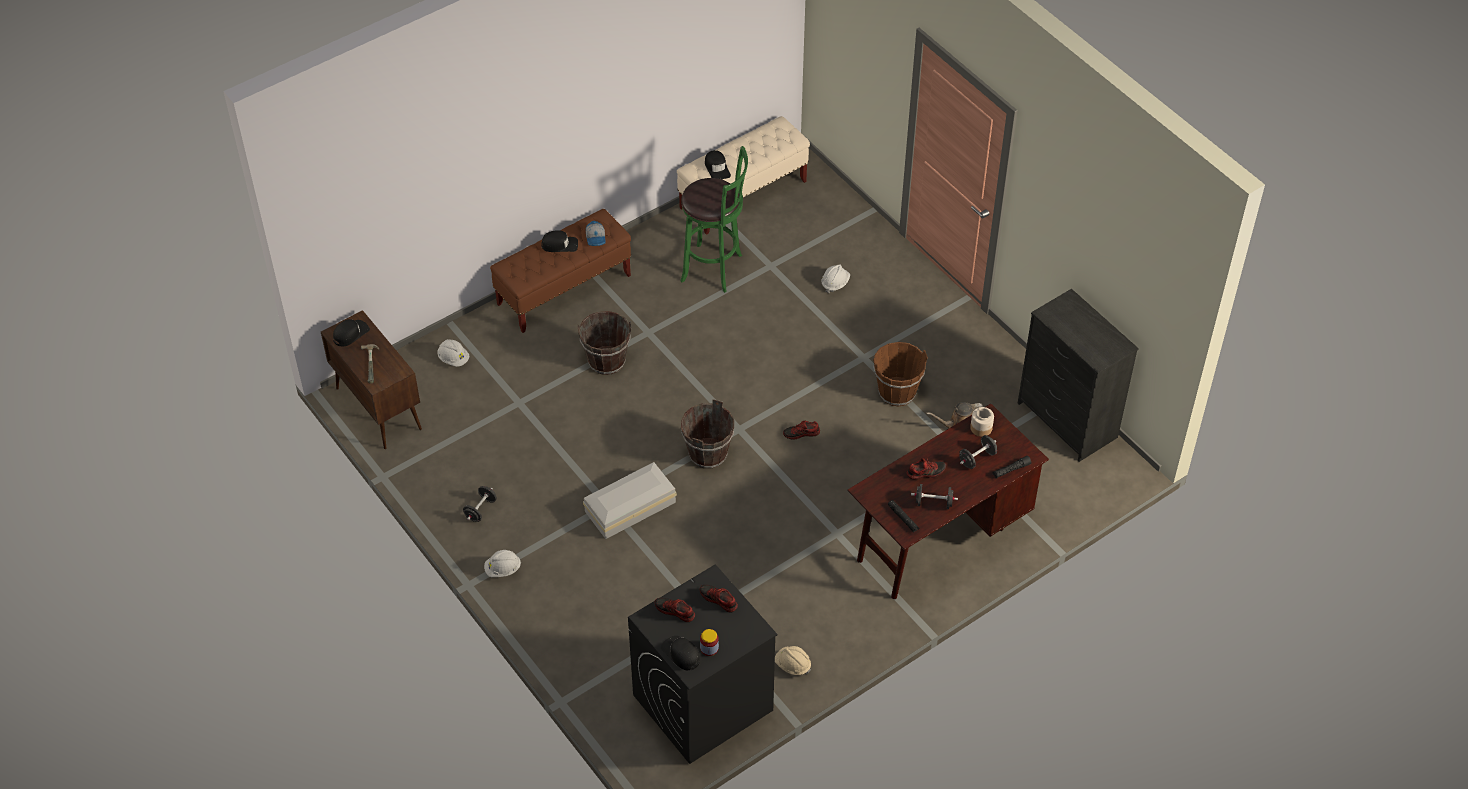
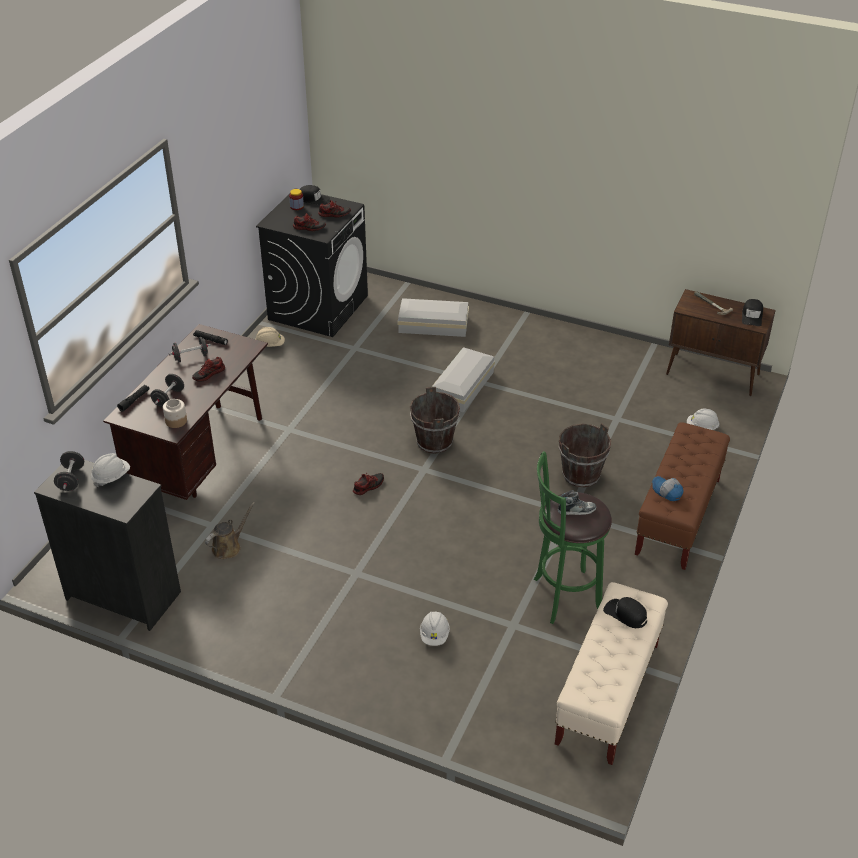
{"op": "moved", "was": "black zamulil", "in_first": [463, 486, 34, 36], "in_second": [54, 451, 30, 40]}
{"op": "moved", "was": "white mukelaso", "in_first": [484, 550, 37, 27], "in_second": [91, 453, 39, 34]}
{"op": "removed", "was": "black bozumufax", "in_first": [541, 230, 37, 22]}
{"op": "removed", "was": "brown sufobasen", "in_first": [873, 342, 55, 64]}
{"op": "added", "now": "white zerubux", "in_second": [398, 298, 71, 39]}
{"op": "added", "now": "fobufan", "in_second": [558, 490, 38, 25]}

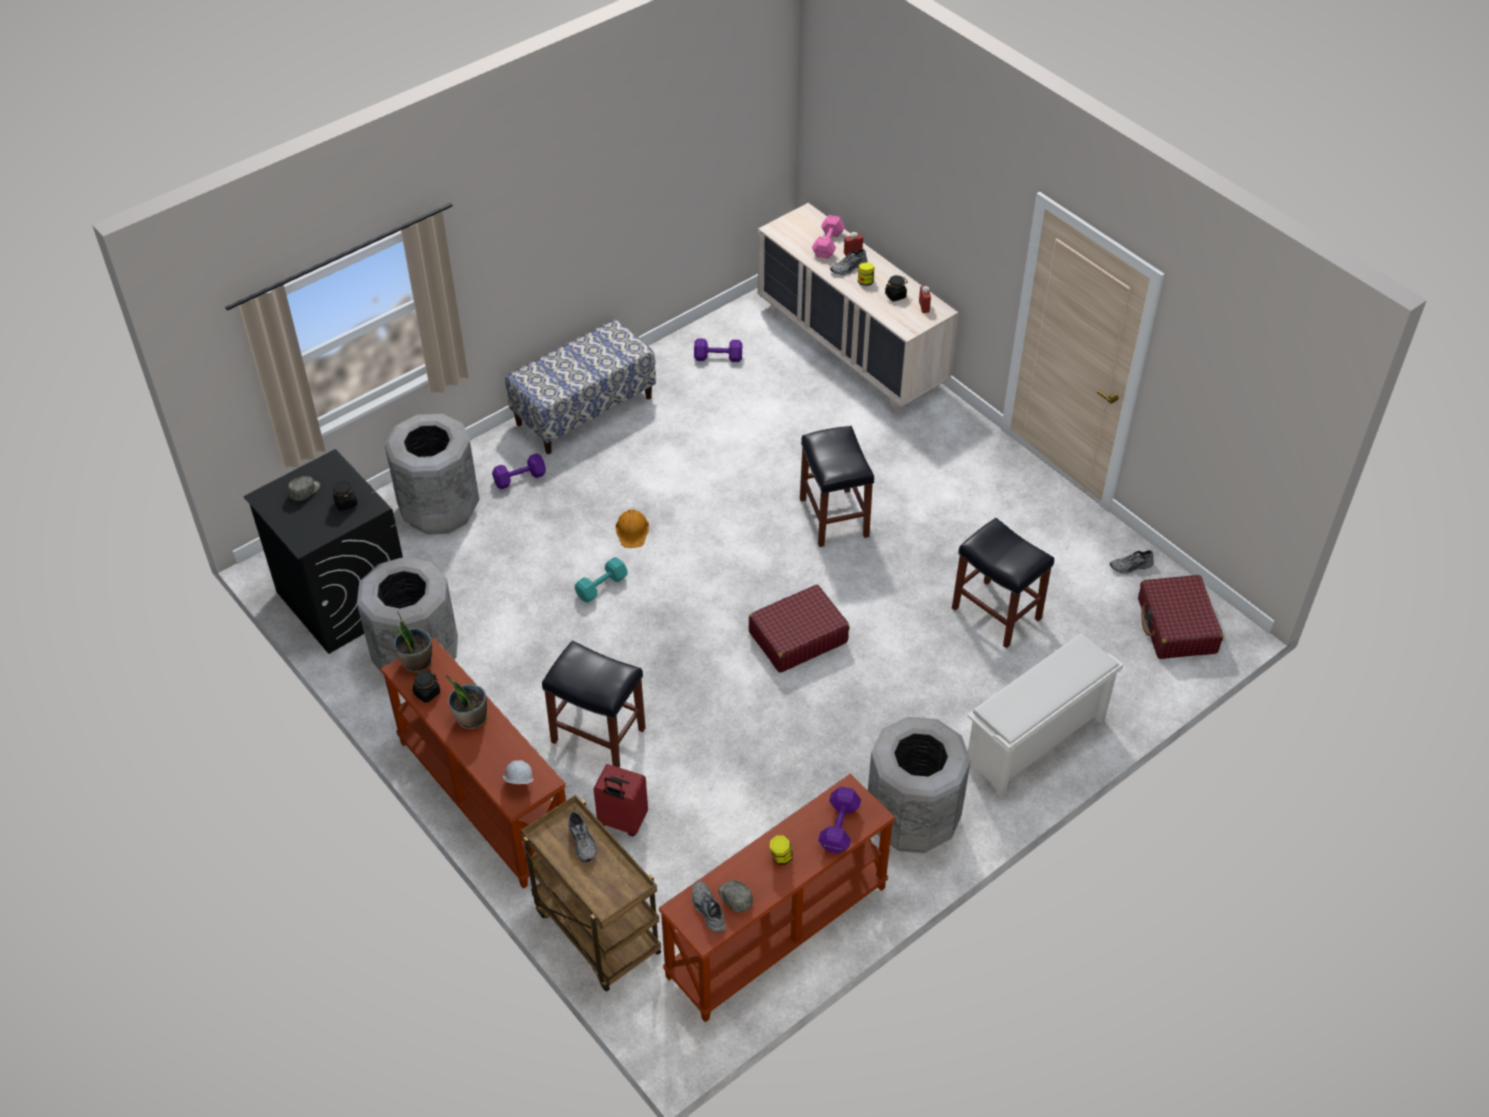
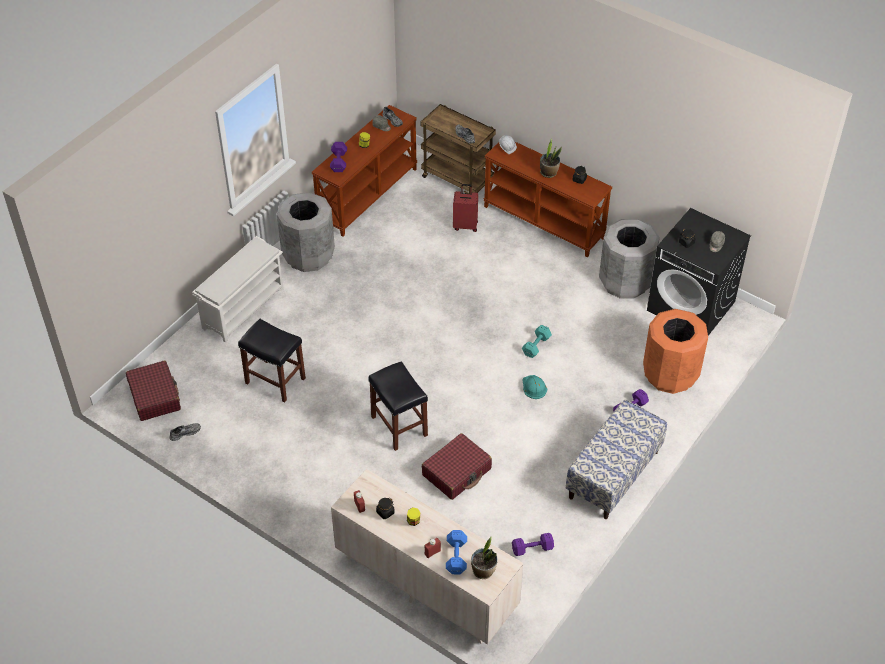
{"op": "recoloured", "was": "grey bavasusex", "now": "orange bavasusex", "in_first": [384, 414, 95, 121], "in_second": [643, 309, 65, 85]}
{"op": "moved", "was": "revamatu", "in_first": [393, 612, 39, 61], "in_second": [471, 536, 27, 43]}
{"op": "removed", "was": "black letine", "in_first": [542, 641, 104, 127]}
{"op": "recoloured", "was": "orange mukelaso", "now": "turquoise mukelaso", "in_first": [616, 509, 33, 39], "in_second": [522, 375, 25, 24]}
{"op": "moved", "was": "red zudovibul", "in_first": [749, 584, 100, 89], "in_second": [422, 433, 70, 67]}
{"op": "recoloured", "was": "pink zamulil", "now": "blue zamulil", "in_first": [812, 215, 33, 44], "in_second": [446, 530, 21, 45]}
{"op": "removed", "was": "grey fobufan", "in_first": [830, 249, 38, 26]}

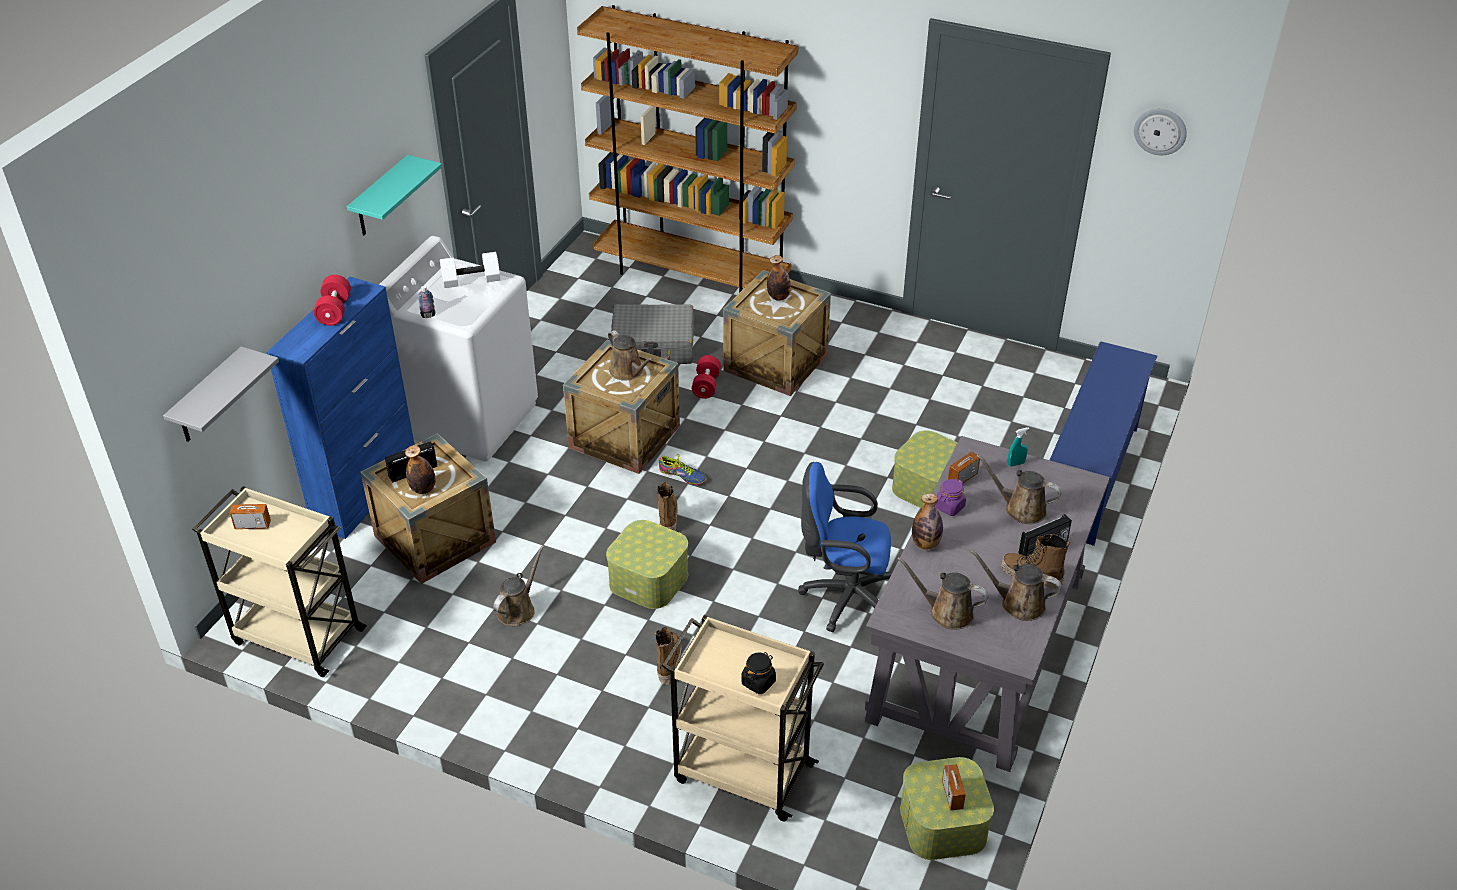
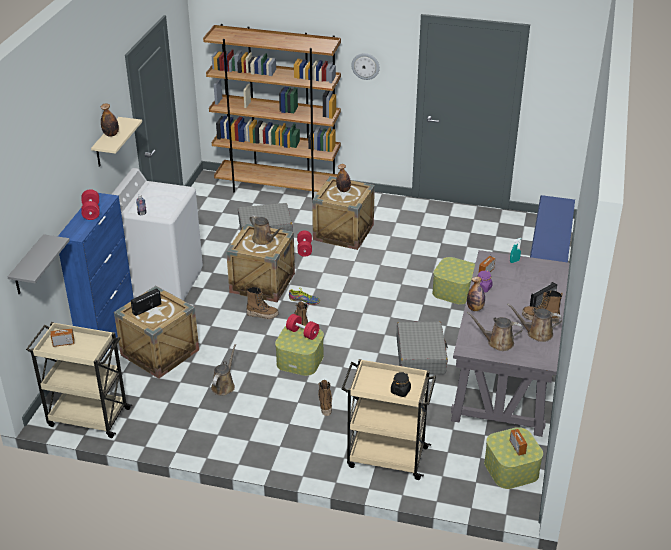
{"op": "recoloured", "was": "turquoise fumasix", "now": "beige fumasix", "in_first": [347, 155, 95, 80], "in_second": [91, 117, 51, 50]}
{"op": "moved", "was": "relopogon", "in_first": [405, 445, 31, 49], "in_second": [101, 103, 18, 34]}
{"op": "removed", "was": "white zamulil", "in_first": [440, 252, 60, 36]}
{"op": "replaced", "was": "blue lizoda", "now": "grey zudovibul", "in_first": [798, 462, 94, 170], "in_second": [397, 321, 51, 54]}
{"op": "removed", "was": "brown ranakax", "in_first": [977, 455, 85, 69]}
{"op": "moved", "was": "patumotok", "in_first": [1134, 109, 53, 46], "in_second": [351, 53, 29, 27]}
{"op": "added", "now": "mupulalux", "in_second": [246, 287, 33, 32]}
{"op": "added", "now": "red zamulil", "in_second": [286, 314, 33, 26]}

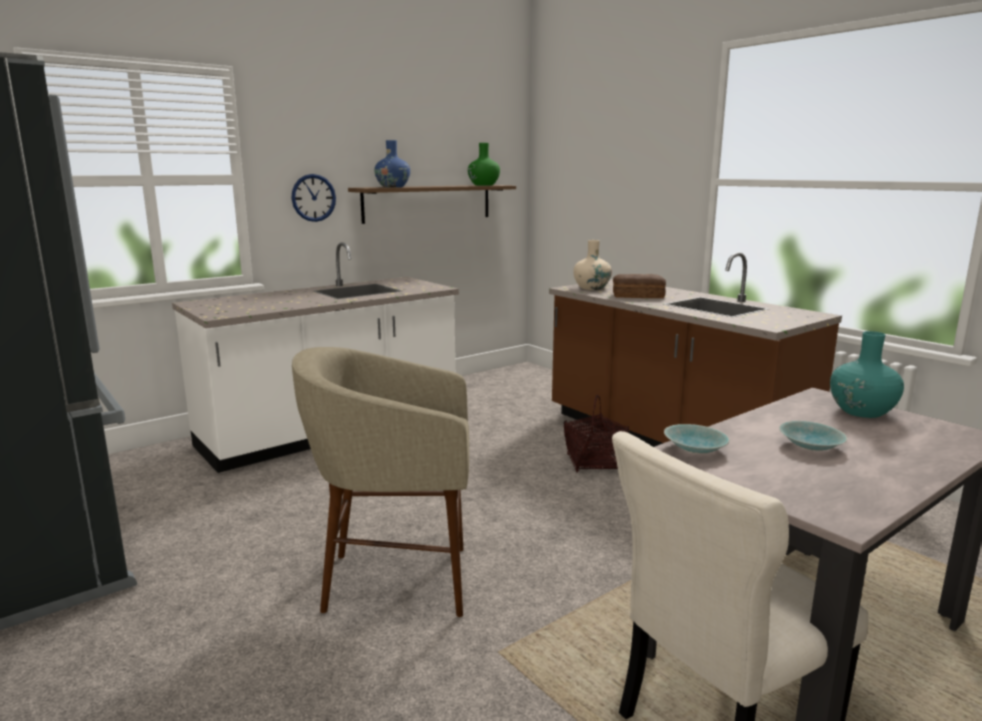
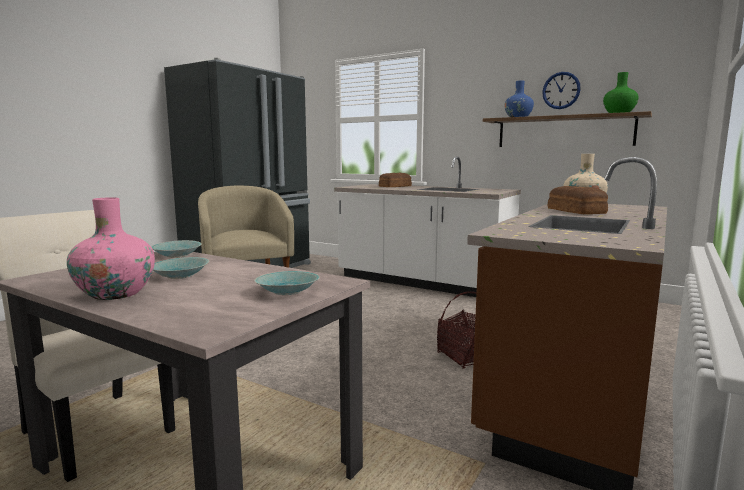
{"op": "moved", "was": "patumotok", "in_first": [291, 174, 45, 48], "in_second": [542, 72, 39, 37]}
{"op": "replaced", "was": "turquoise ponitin", "now": "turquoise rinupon", "in_first": [830, 331, 74, 87], "in_second": [254, 271, 66, 24]}
{"op": "added", "now": "pink ponitin", "in_second": [67, 197, 88, 103]}
{"op": "added", "now": "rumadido", "in_second": [379, 172, 33, 15]}

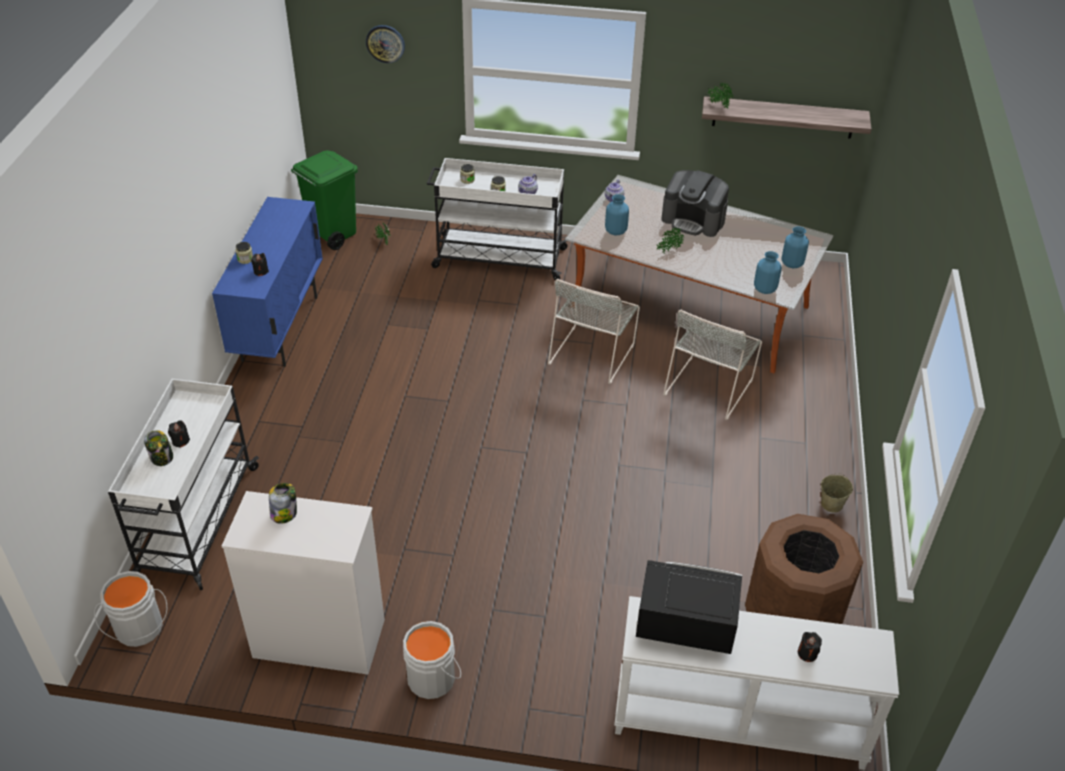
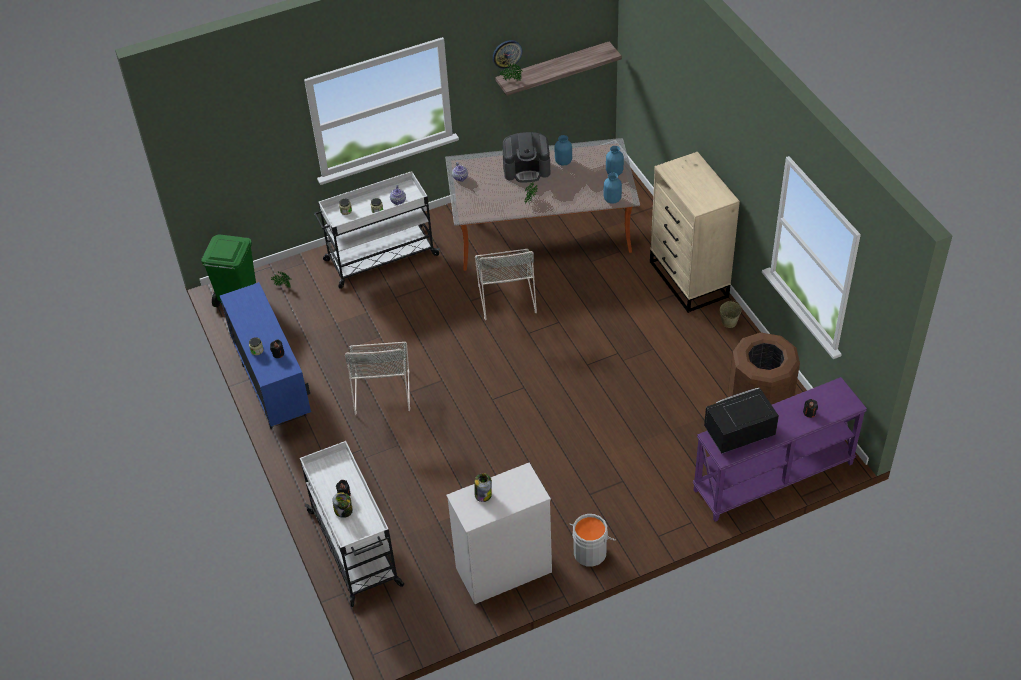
{"op": "removed", "was": "grey sufobasen", "in_first": [94, 571, 73, 76]}
{"op": "moved", "was": "patumotok", "in_first": [366, 25, 39, 38], "in_second": [493, 40, 29, 29]}
{"op": "moved", "was": "blue ponitin", "in_first": [605, 194, 24, 41], "in_second": [555, 135, 17, 31]}
{"op": "recoloured", "was": "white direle", "now": "purple direle", "in_first": [614, 596, 285, 174], "in_second": [693, 377, 174, 145]}
{"op": "moved", "was": "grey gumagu", "in_first": [663, 310, 99, 110], "in_second": [345, 342, 65, 73]}
{"op": "added", "now": "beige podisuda", "in_second": [650, 152, 90, 161]}

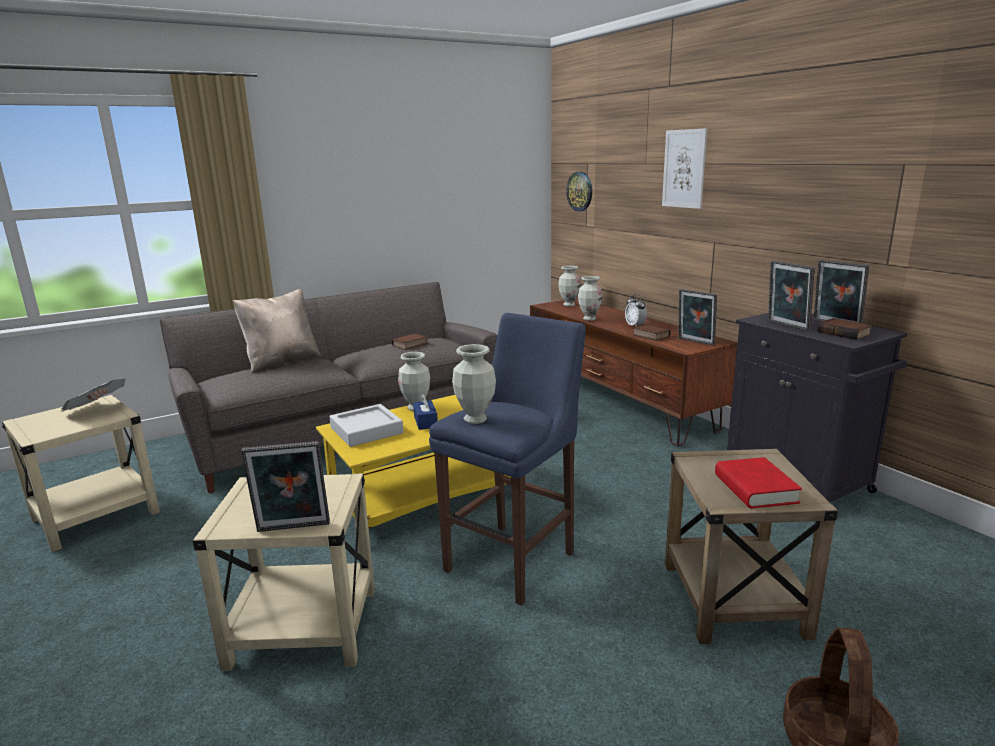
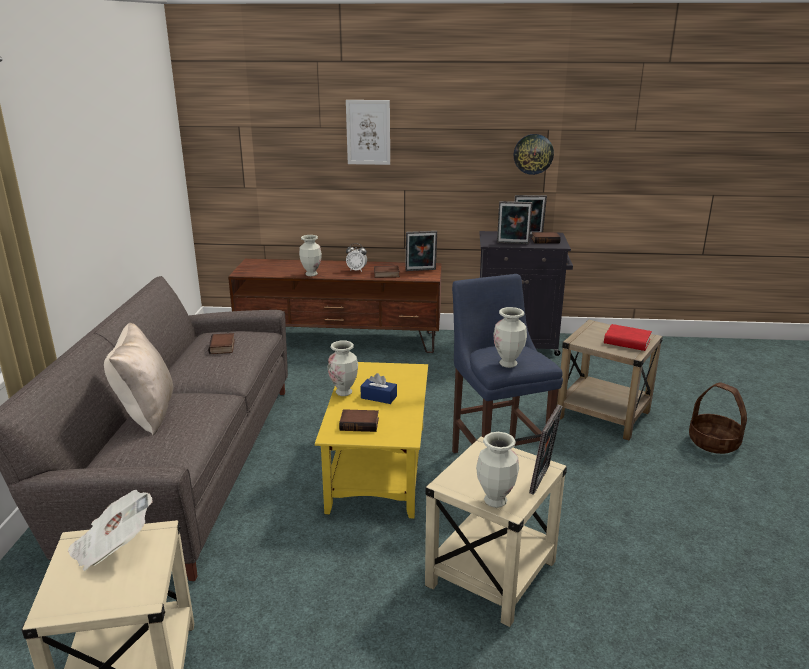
{"op": "replaced", "was": "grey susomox", "now": "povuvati", "in_first": [330, 404, 74, 43], "in_second": [339, 409, 40, 23]}
{"op": "moved", "was": "ponitin", "in_first": [558, 266, 23, 40], "in_second": [476, 432, 43, 76]}
{"op": "moved", "was": "patumotok", "in_first": [566, 172, 26, 39], "in_second": [514, 134, 40, 41]}

